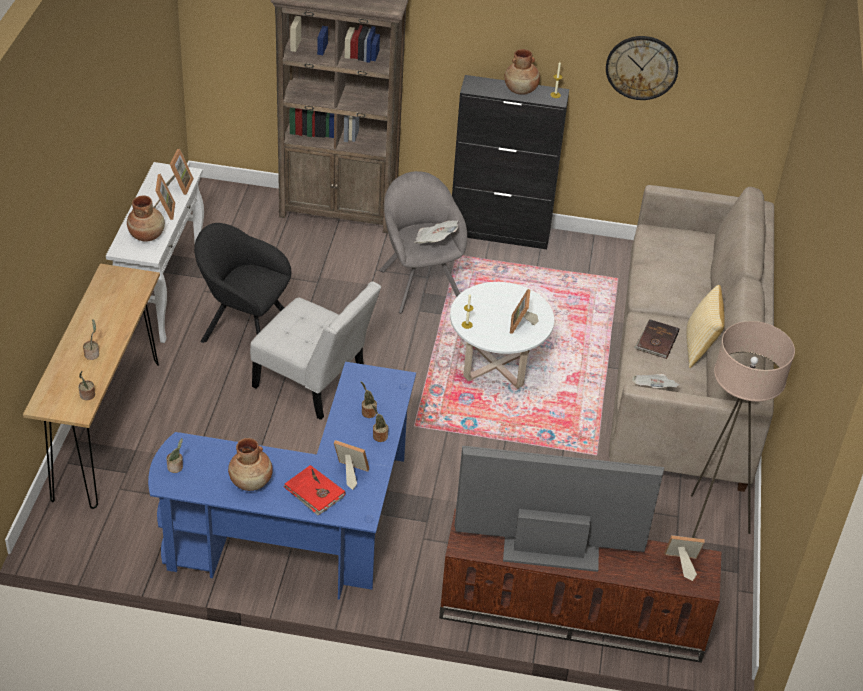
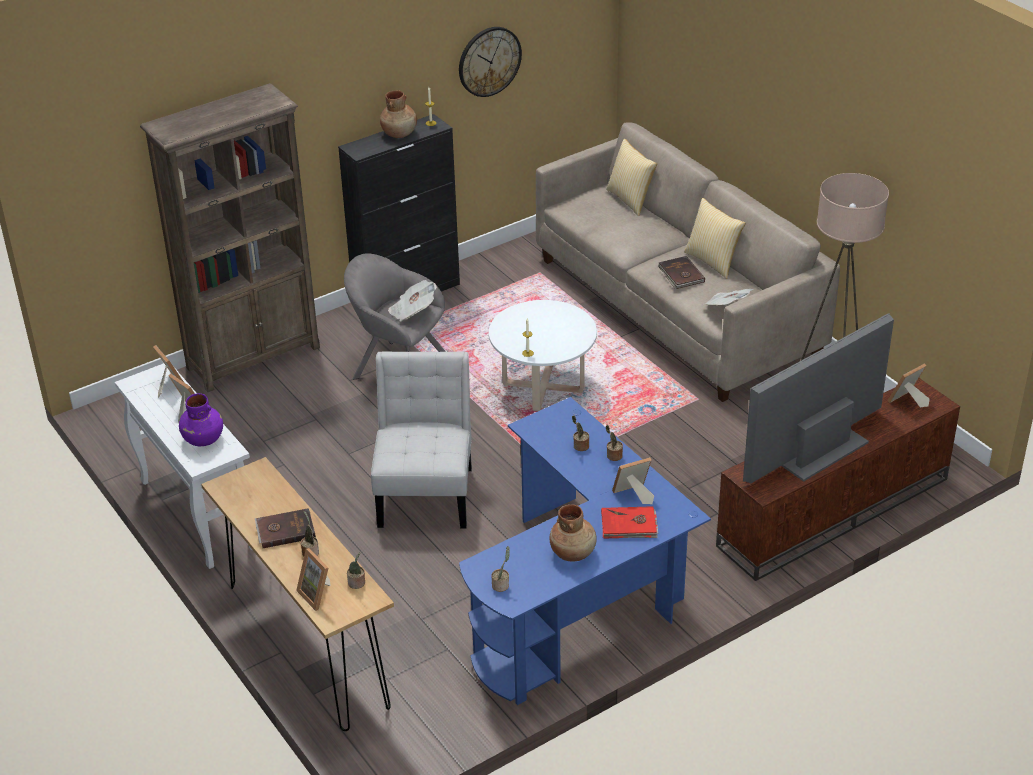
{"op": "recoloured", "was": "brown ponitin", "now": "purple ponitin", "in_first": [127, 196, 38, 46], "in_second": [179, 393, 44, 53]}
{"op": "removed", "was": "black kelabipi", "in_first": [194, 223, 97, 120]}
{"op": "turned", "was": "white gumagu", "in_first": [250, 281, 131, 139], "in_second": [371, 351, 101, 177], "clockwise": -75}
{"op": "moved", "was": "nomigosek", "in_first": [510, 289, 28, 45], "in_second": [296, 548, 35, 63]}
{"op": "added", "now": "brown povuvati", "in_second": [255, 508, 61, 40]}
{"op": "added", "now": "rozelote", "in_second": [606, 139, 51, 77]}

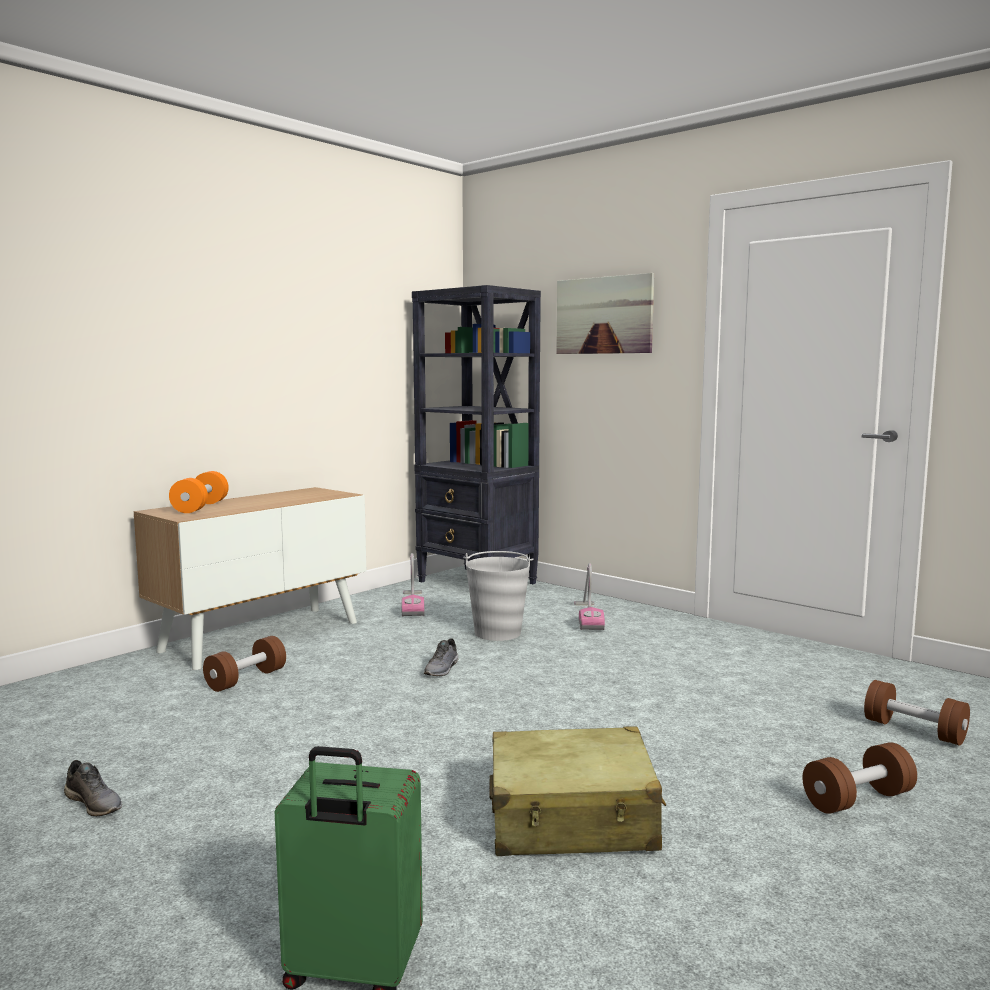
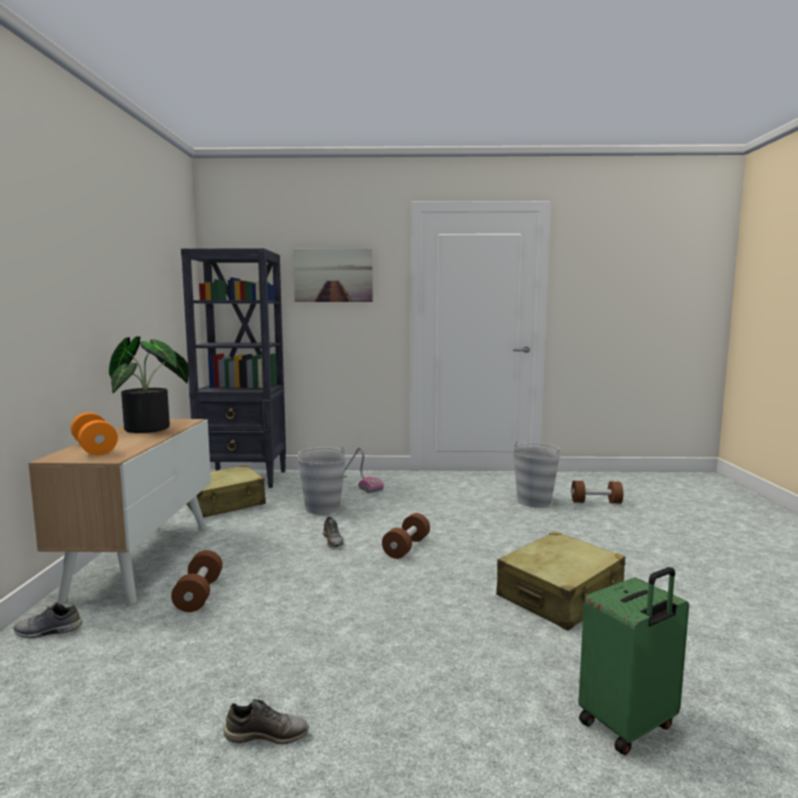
{"op": "replaced", "was": "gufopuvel", "now": "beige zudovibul", "in_first": [402, 553, 23, 64], "in_second": [186, 465, 80, 53]}
{"op": "moved", "was": "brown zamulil", "in_first": [803, 742, 114, 72], "in_second": [382, 513, 48, 46]}
{"op": "added", "now": "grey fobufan", "in_second": [14, 602, 68, 36]}
{"op": "added", "now": "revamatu", "in_second": [109, 336, 80, 97]}
{"op": "added", "now": "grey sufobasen", "in_second": [513, 442, 48, 65]}

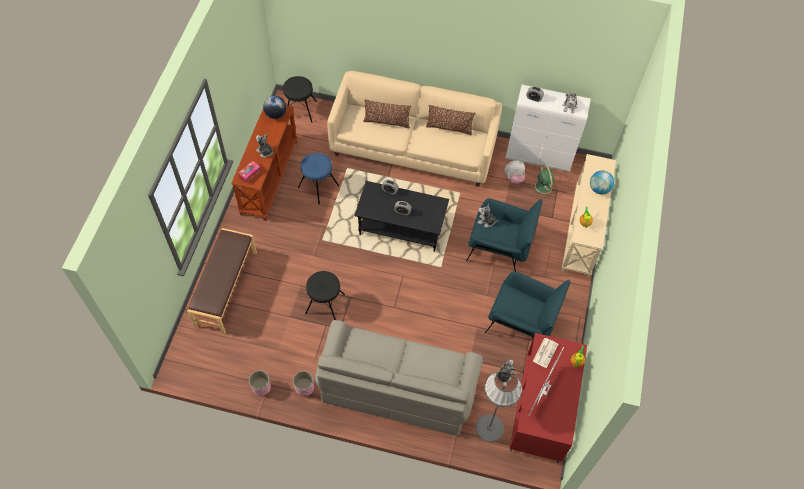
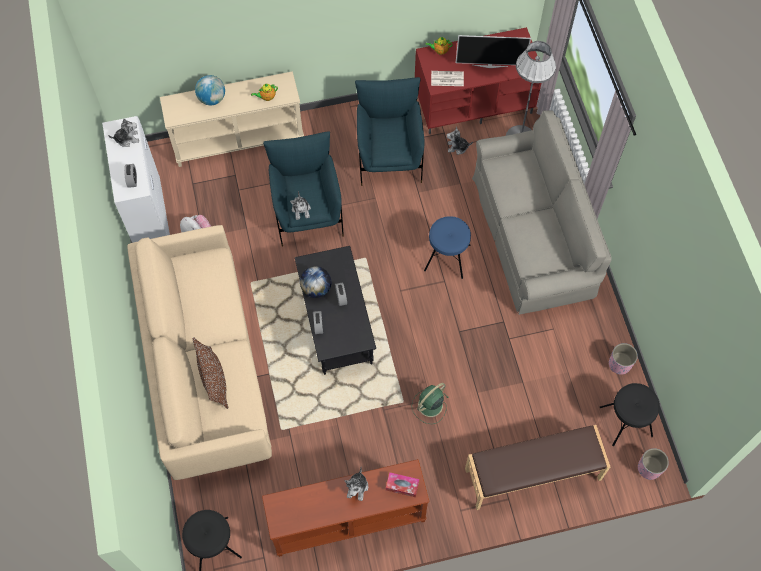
{"op": "moved", "was": "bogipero", "in_first": [263, 96, 23, 23], "in_second": [300, 266, 31, 32]}
{"op": "moved", "was": "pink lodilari", "in_first": [293, 371, 21, 26], "in_second": [638, 448, 31, 32]}
{"op": "moved", "was": "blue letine", "in_first": [298, 153, 41, 51], "in_second": [424, 216, 47, 63]}
{"op": "moved", "was": "black letine", "in_first": [305, 271, 40, 49], "in_second": [600, 383, 60, 63]}
{"op": "removed", "was": "brown rozelote", "in_first": [426, 105, 50, 30]}
{"op": "moved", "was": "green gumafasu", "in_first": [530, 164, 26, 34], "in_second": [412, 383, 37, 41]}

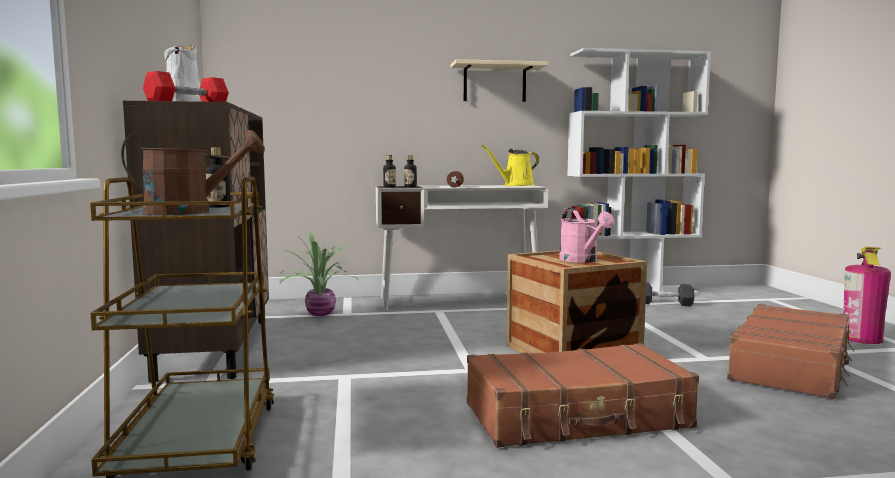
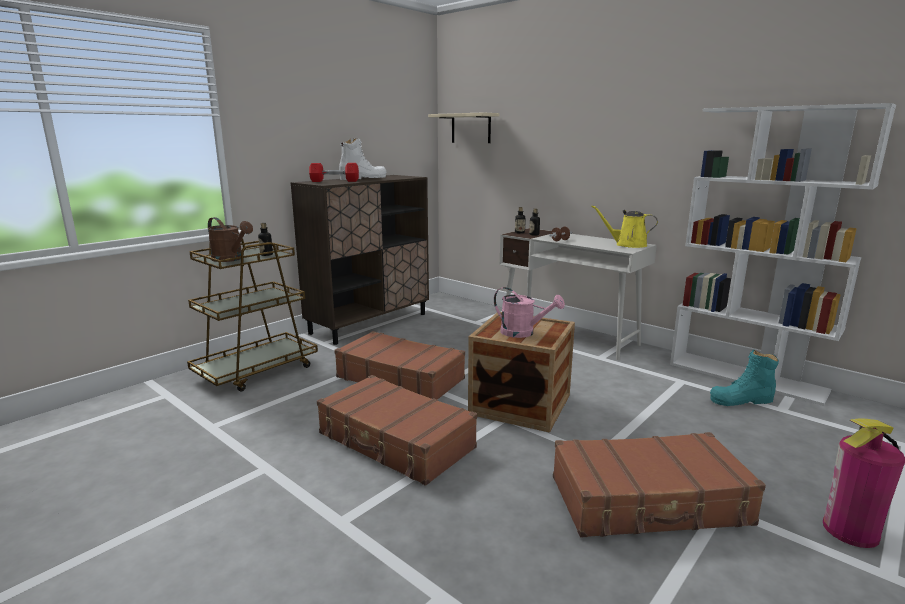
{"op": "removed", "was": "revamatu", "in_first": [279, 231, 81, 85]}
{"op": "moved", "was": "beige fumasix", "in_first": [451, 59, 97, 43], "in_second": [428, 112, 72, 31]}
{"op": "turned", "was": "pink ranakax", "in_first": [559, 208, 55, 55], "in_second": [494, 287, 71, 51], "clockwise": -90}
{"op": "replaced", "was": "grey zamulil", "now": "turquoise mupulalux", "in_first": [646, 283, 48, 23], "in_second": [710, 350, 69, 56]}
{"op": "added", "now": "brown zudovibul", "in_second": [334, 331, 131, 69]}

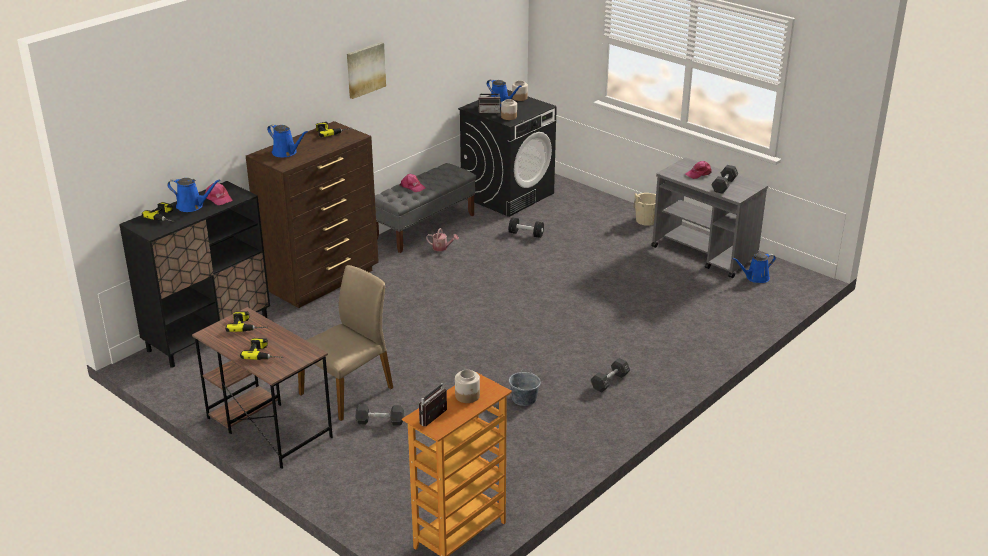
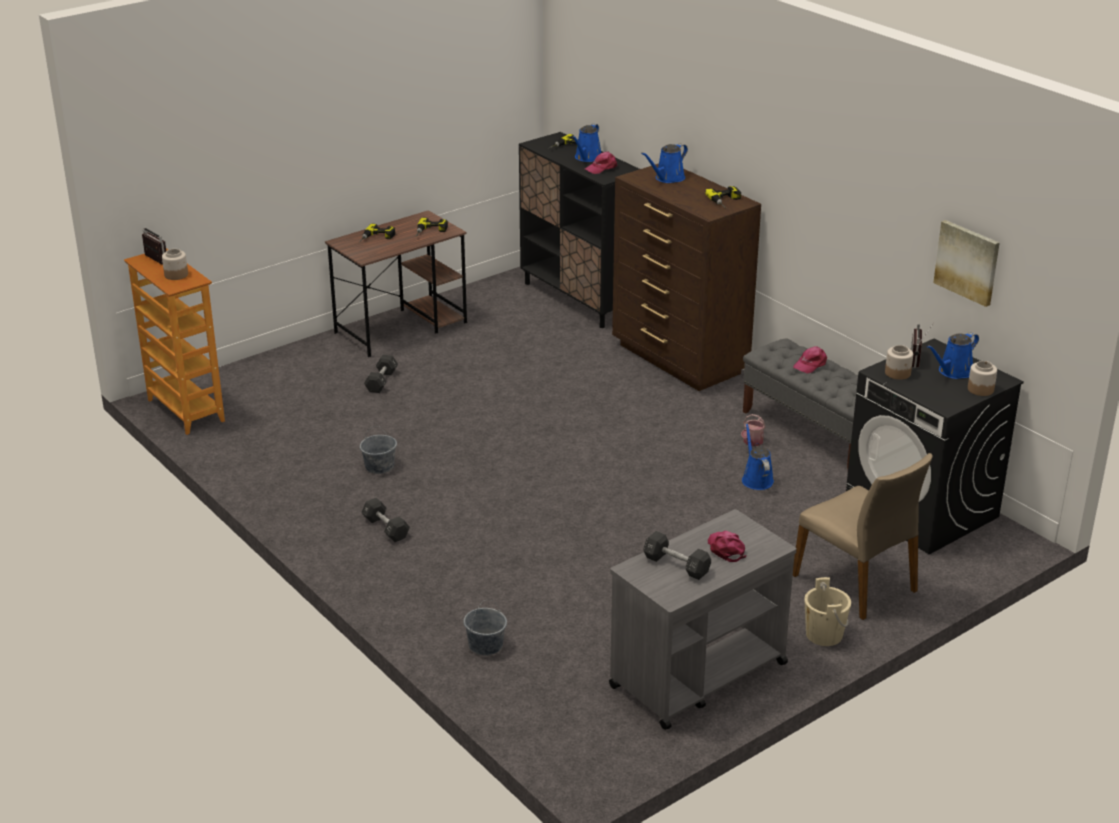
{"op": "moved", "was": "beige gumagu", "in_first": [298, 265, 95, 156], "in_second": [793, 453, 140, 167]}
{"op": "moved", "was": "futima", "in_first": [347, 42, 39, 57], "in_second": [933, 220, 67, 87]}
{"op": "removed", "was": "black zamulil", "in_first": [509, 217, 35, 21]}
{"op": "moved", "was": "blue ranakax", "in_first": [732, 253, 44, 30], "in_second": [742, 423, 32, 67]}
{"op": "added", "now": "grey sufobasen", "in_second": [463, 600, 44, 55]}

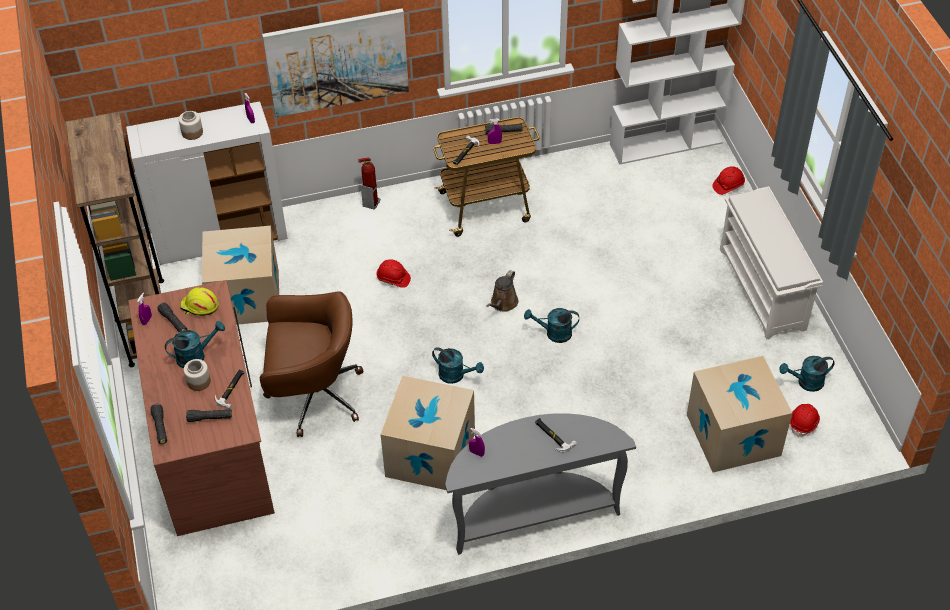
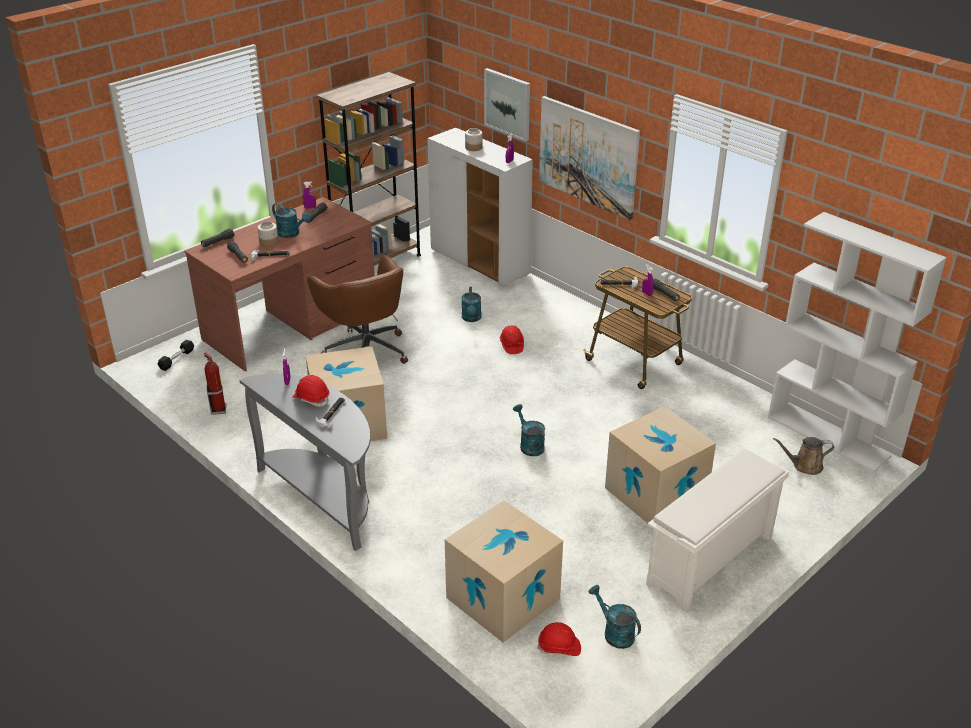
{"op": "removed", "was": "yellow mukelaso", "in_first": [180, 287, 39, 29]}
{"op": "moved", "was": "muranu", "in_first": [202, 226, 77, 99], "in_second": [605, 406, 111, 118]}
{"op": "moved", "was": "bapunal", "in_first": [358, 157, 22, 53], "in_second": [204, 353, 22, 62]}
{"op": "moved", "was": "turquoise ranakax", "in_first": [432, 347, 52, 37], "in_second": [461, 287, 21, 35]}
{"op": "moved", "was": "brown ranakax", "in_first": [486, 270, 32, 42], "in_second": [773, 437, 61, 38]}
{"op": "moved", "was": "red mukelaso", "in_first": [713, 166, 32, 29], "in_second": [292, 375, 37, 32]}
{"op": "added", "now": "black zamulil", "in_second": [158, 340, 36, 31]}
{"op": "added", "now": "futima", "in_second": [484, 68, 46, 74]}

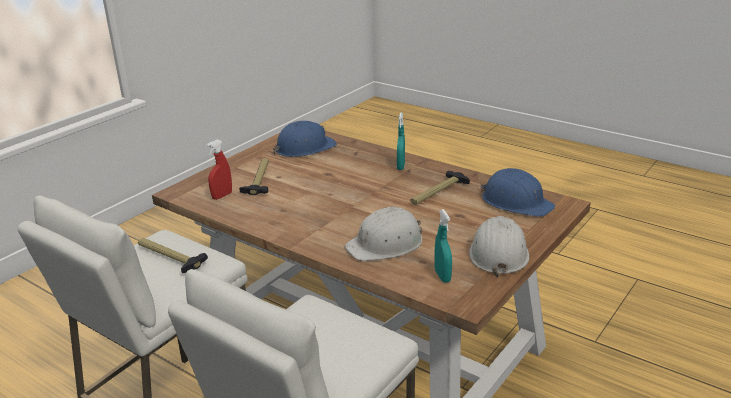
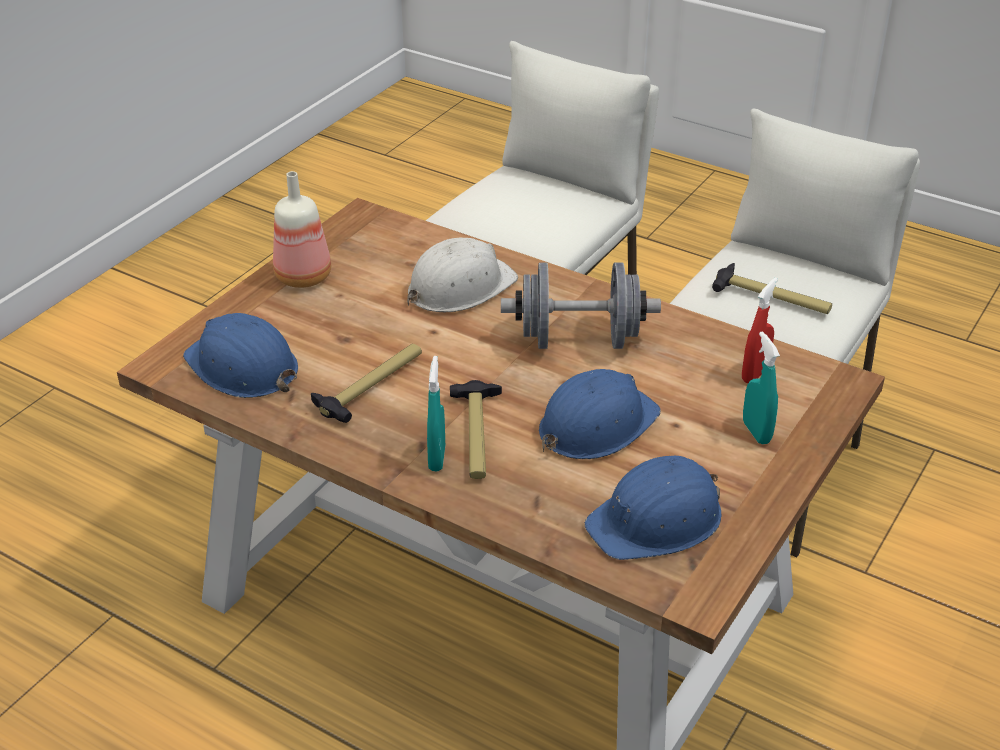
{"op": "moved", "was": "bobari", "in_first": [239, 158, 30, 37], "in_second": [450, 380, 52, 99]}
{"op": "moved", "was": "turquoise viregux", "in_first": [434, 209, 18, 74], "in_second": [743, 331, 37, 113]}
{"op": "replaced", "was": "white mukelaso", "now": "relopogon", "in_first": [469, 216, 60, 61], "in_second": [273, 171, 58, 117]}
{"op": "added", "now": "grey zamulil", "in_second": [501, 262, 160, 87]}
{"op": "added", "now": "blue mukelaso", "in_second": [539, 369, 122, 90]}

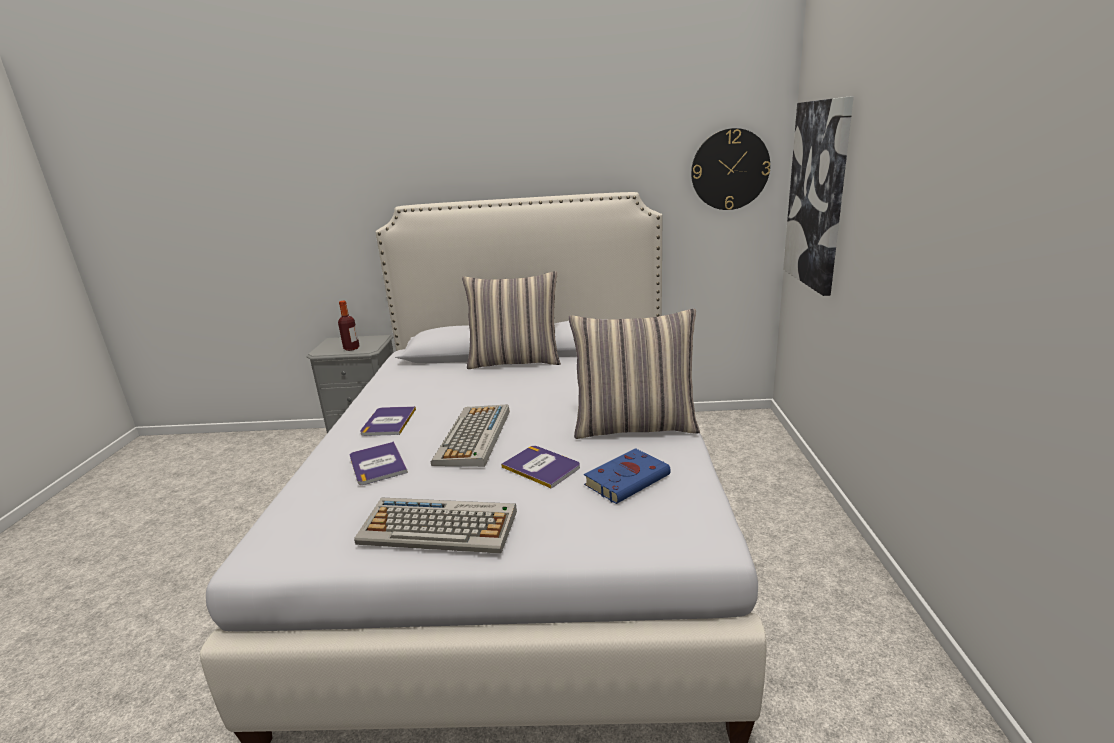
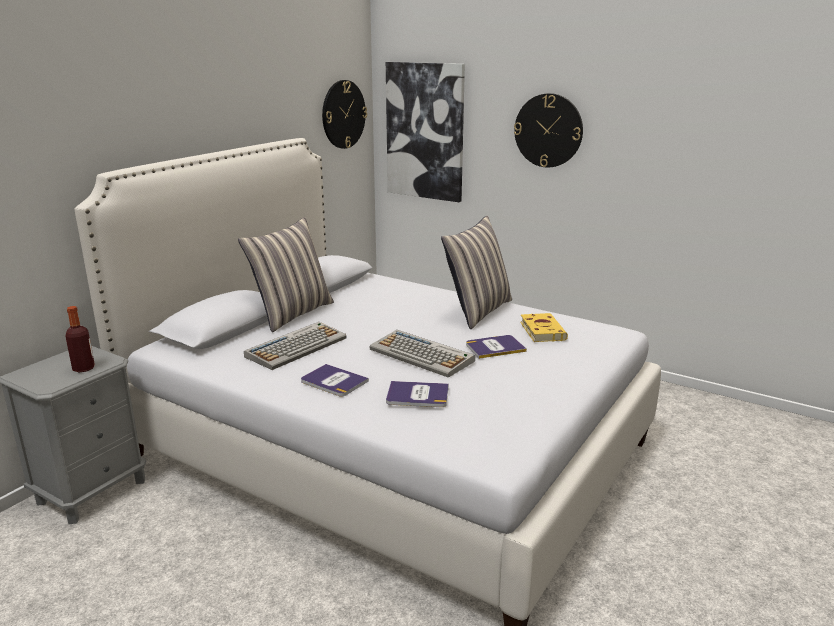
{"op": "moved", "was": "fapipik", "in_first": [354, 497, 163, 56], "in_second": [244, 322, 102, 48]}
{"op": "recoloured", "was": "blue povuvati", "now": "yellow povuvati", "in_first": [584, 448, 87, 56], "in_second": [520, 313, 48, 29]}
{"op": "added", "now": "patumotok", "in_second": [514, 93, 69, 75]}

